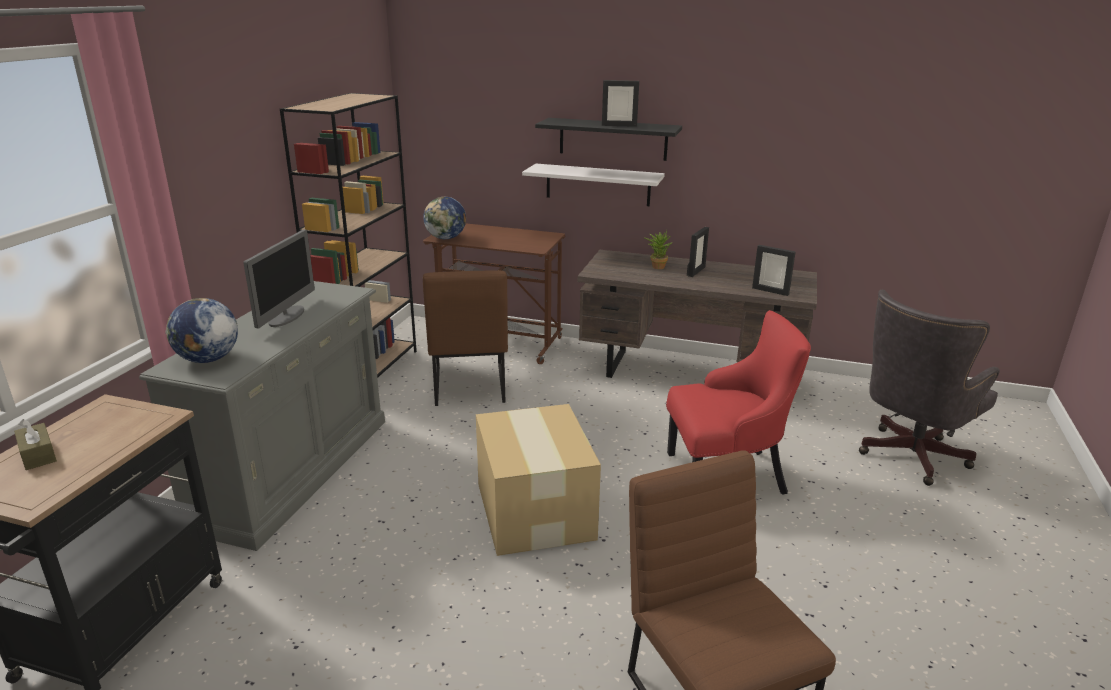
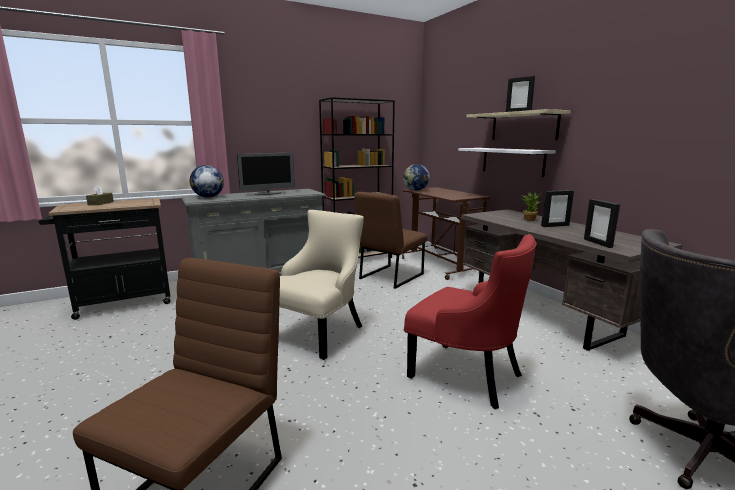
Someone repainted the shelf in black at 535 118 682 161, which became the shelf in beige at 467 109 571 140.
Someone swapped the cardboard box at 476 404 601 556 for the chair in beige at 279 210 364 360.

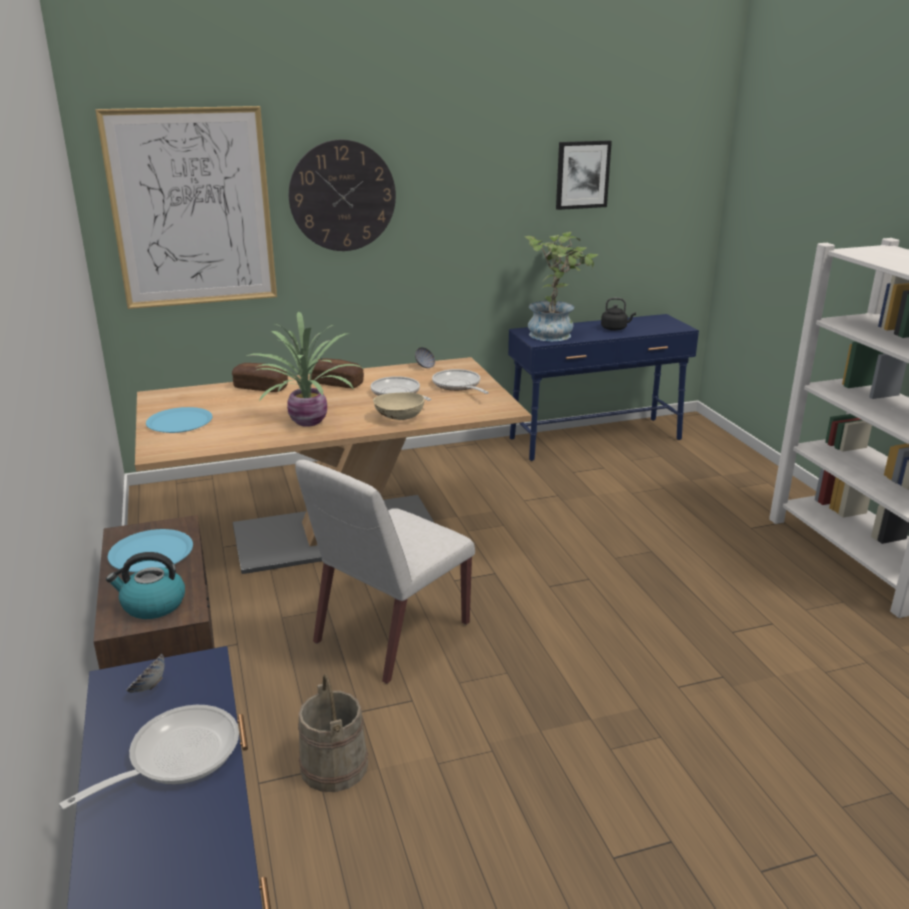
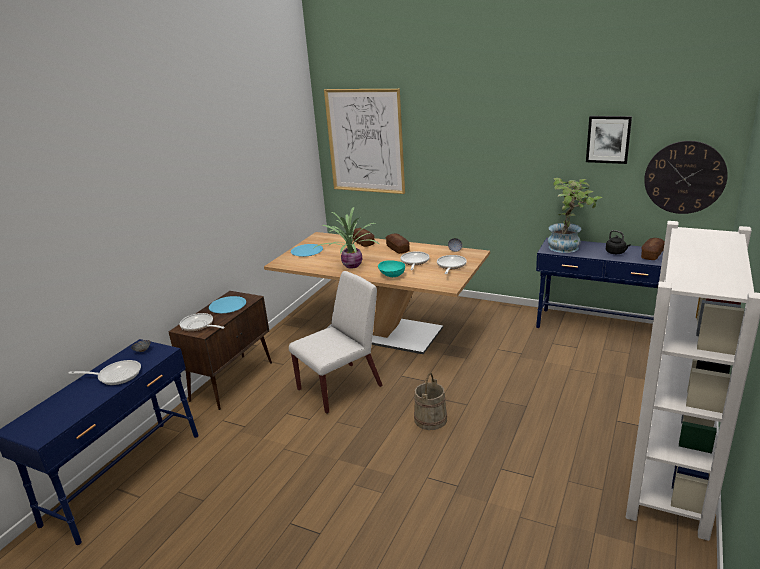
Someone carried the wall clock from 289 140 396 251 to 644 141 728 214.
Someone repainted the bowl in beige at 373 392 425 420, which became the bowl in turquoise at 378 261 405 277.
Someone rotated the chair in white at 295 460 475 684 by 150 degrees clockwise.
Someone swapped the kettle at 106 552 185 619 for the frying pan at 179 313 225 331.
Someone carried the bucket in beige from 298 674 368 792 to 414 373 447 430.
Someone put down the bread at 641 238 665 260.

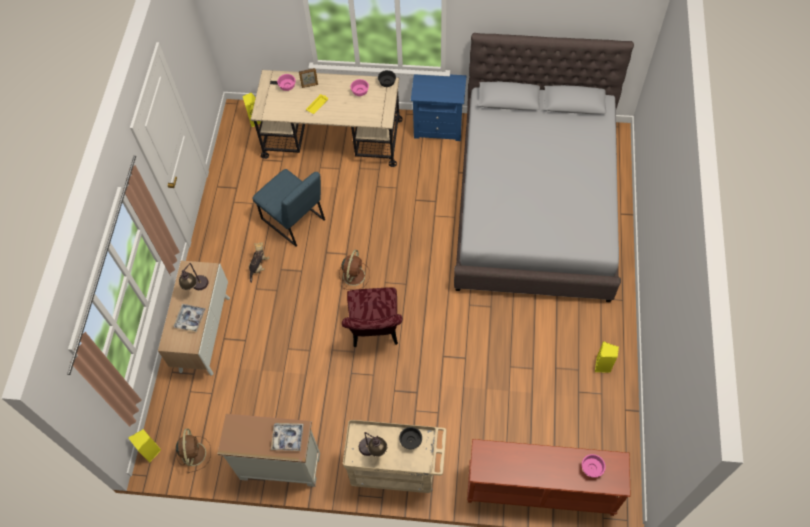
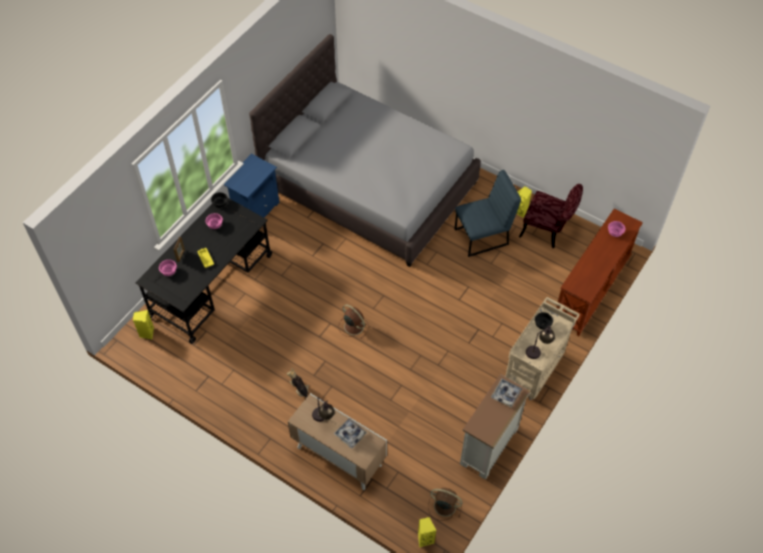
Someone repainted the desk in beige at 251 70 402 167, which became the desk in black at 135 198 272 344.
Someone carried the chair in blue from 253 169 325 246 to 454 170 521 257.
Someone carried the chair in red from 342 287 402 347 to 519 184 583 248.

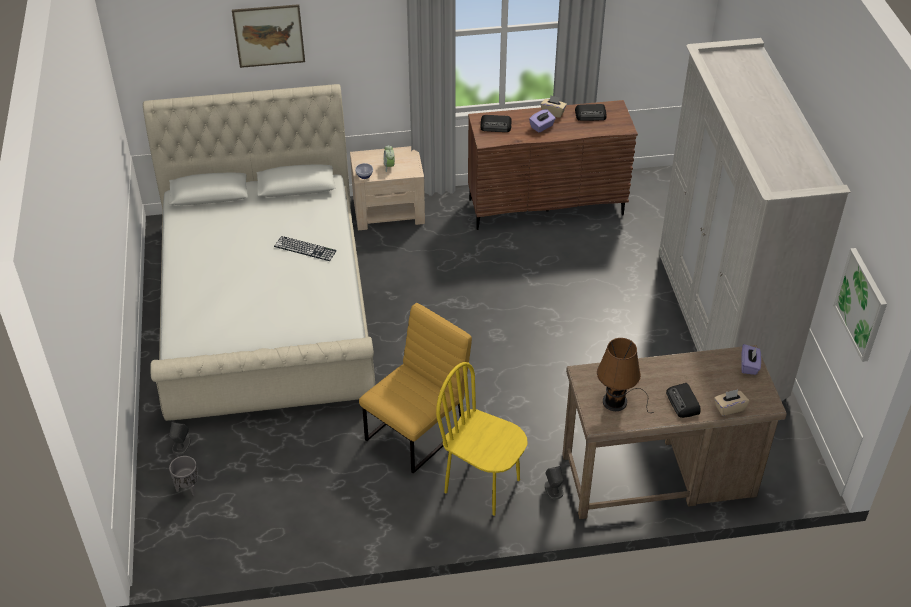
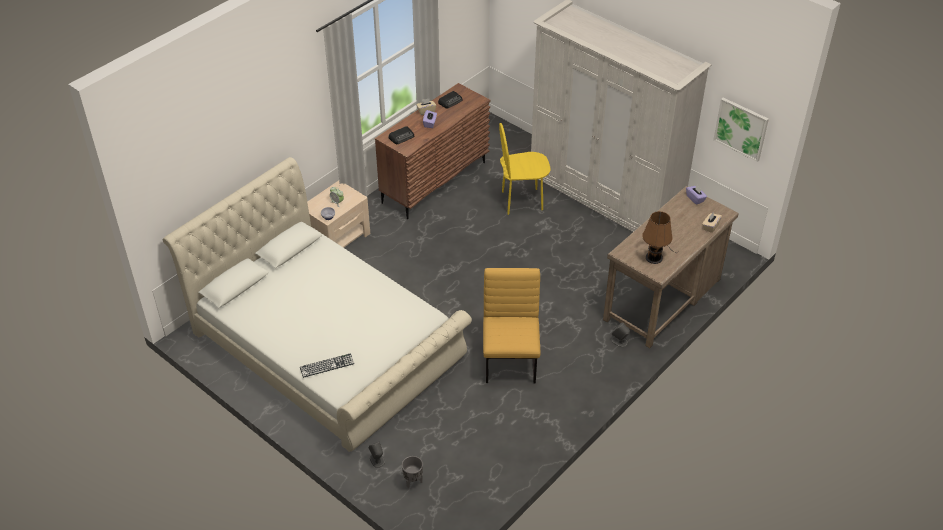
Someone took away the picture at 232 4 305 68.
Someone carried the keyboard from 274 236 337 261 to 300 353 355 378.
Someone carried the chair in yellow from 436 362 527 516 to 499 123 551 215.
Someone took away the radio at 666 383 701 418.

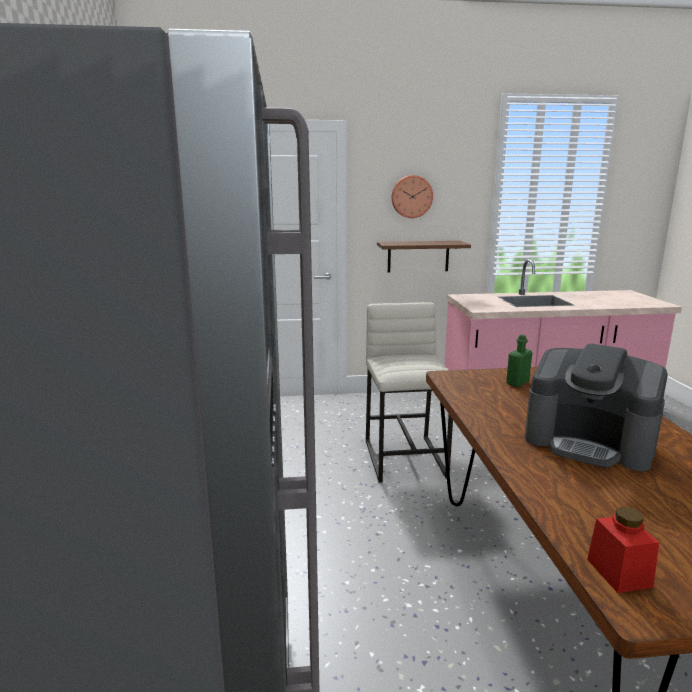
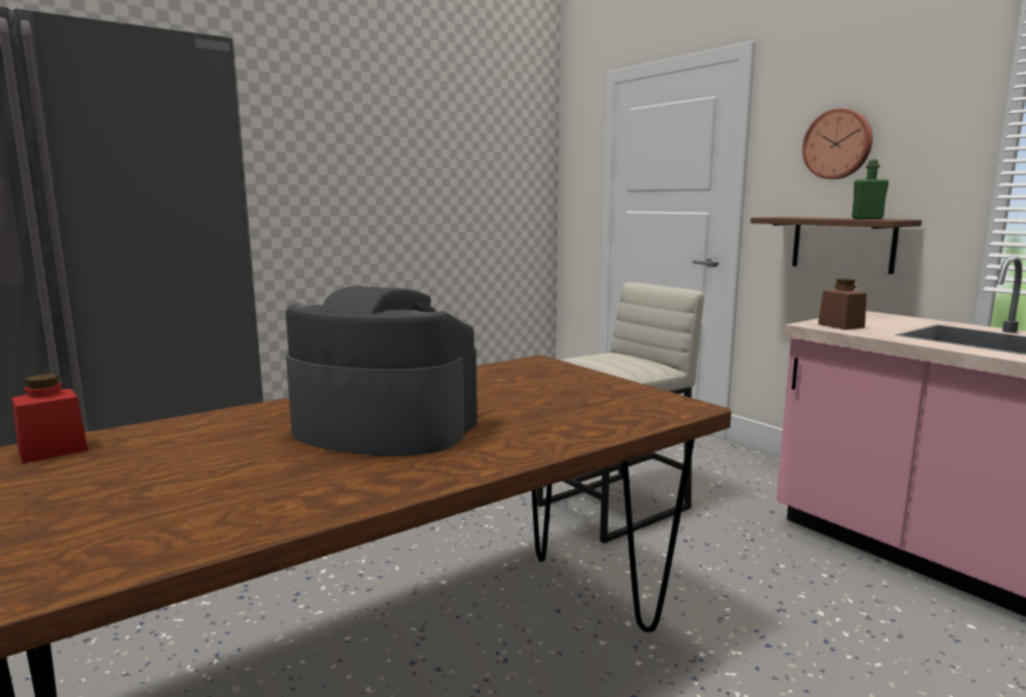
Someone carried the bottle in green from 506 335 533 387 to 852 159 889 219.
Someone rotated the coffee machine at 524 343 668 471 by 105 degrees clockwise.
Someone put down the jar in brown at 818 279 867 330.

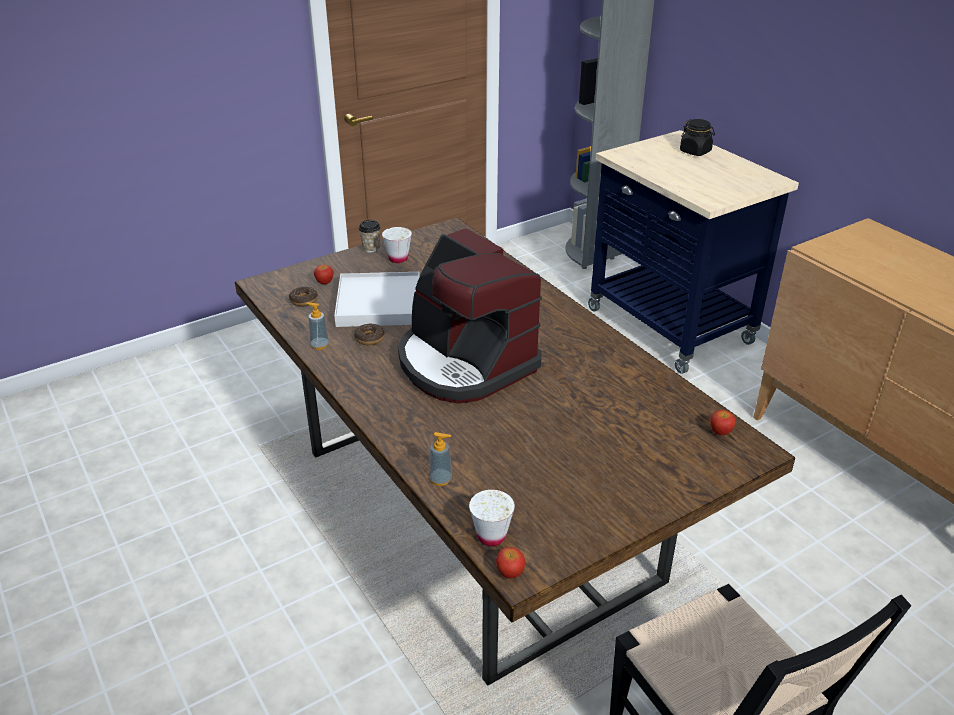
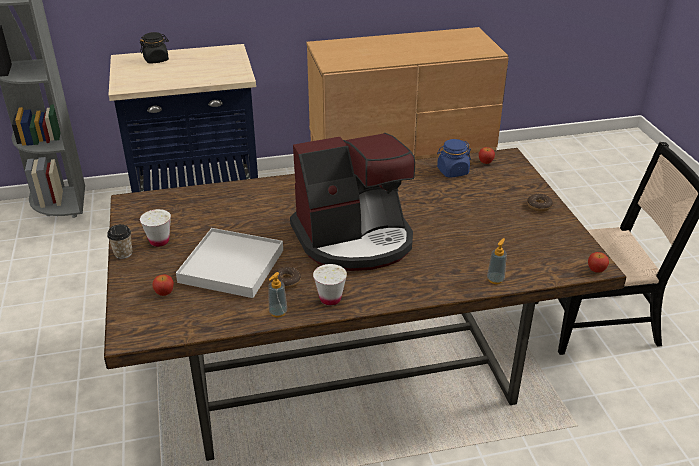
Someone carried the donut from 289 287 318 306 to 527 194 553 211.
Someone carried the cup in white from 469 490 515 546 to 313 264 347 306.
Someone put down the jar in blue at 437 139 471 178.

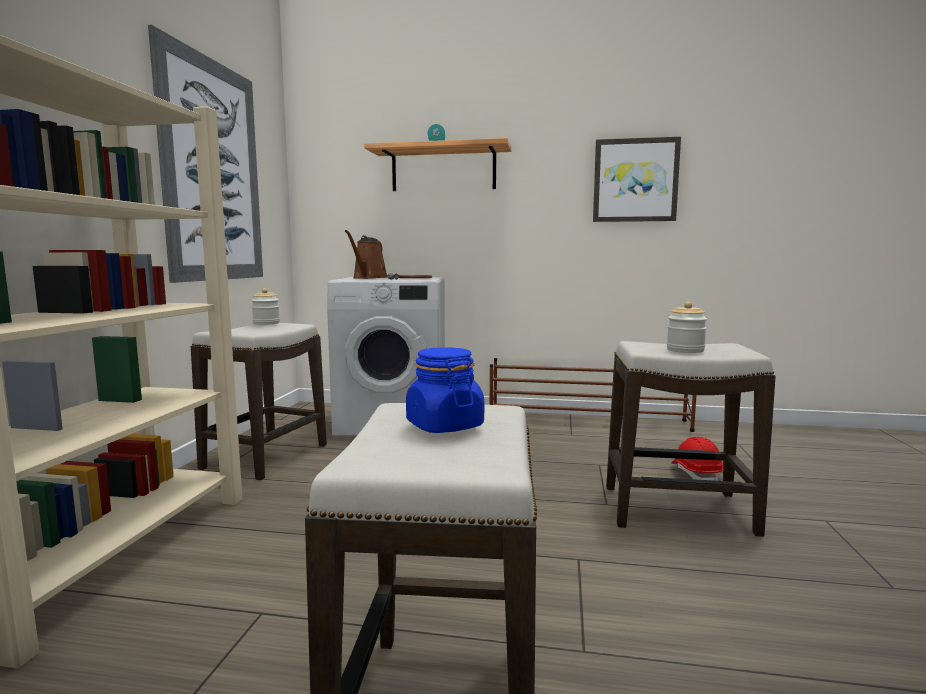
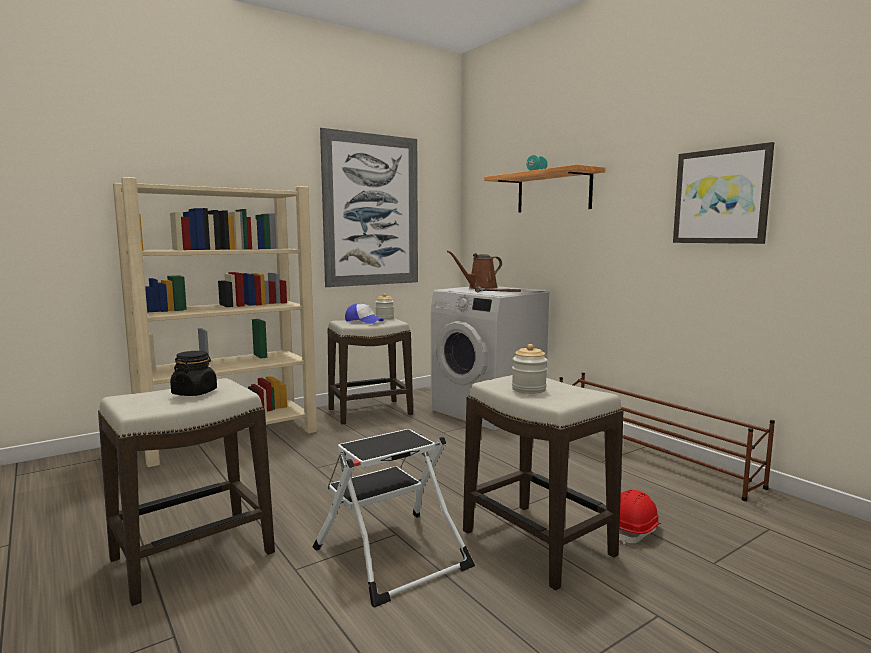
Someone repainted the jar in blue at 406 347 484 433, which became the jar in black at 170 351 217 396.
Someone put down the cap at 345 304 384 324.
Someone put down the step ladder at 312 429 475 607.

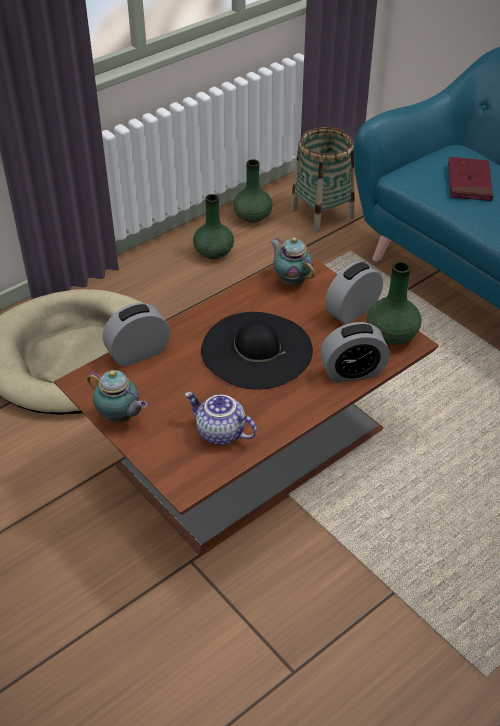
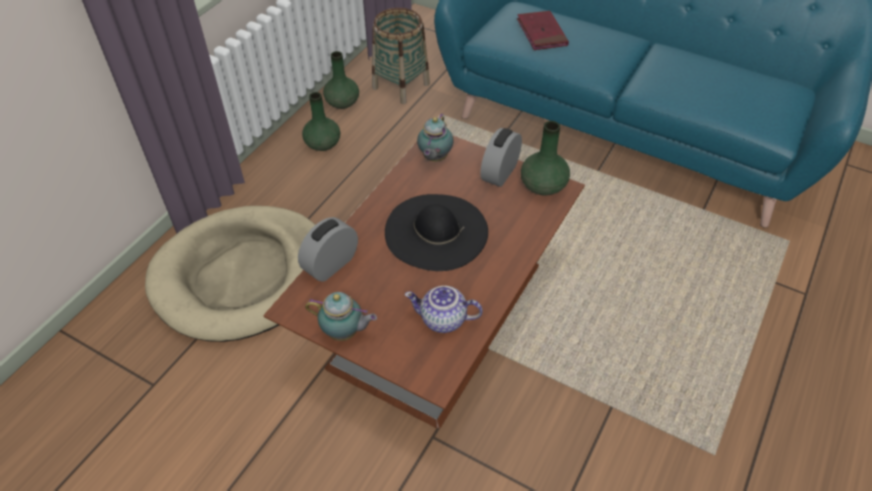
Someone rotated the teapot at 270 237 315 286 by 105 degrees counterclockwise.
Someone took away the alarm clock at 320 322 390 383.

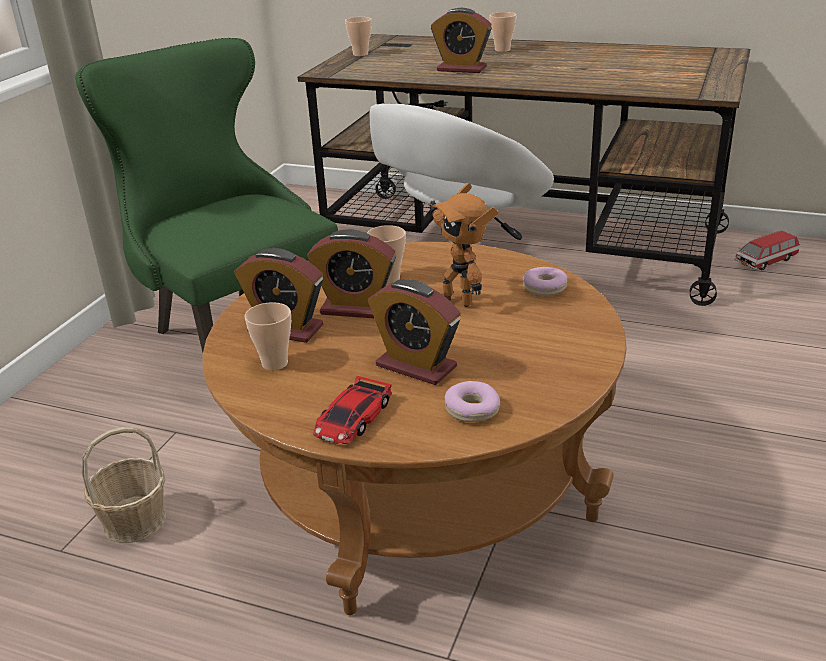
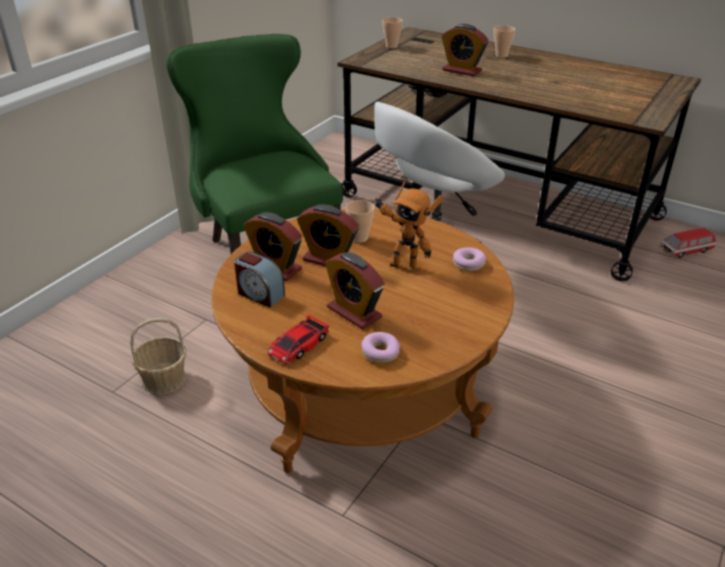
Someone rotated the toy robot at 428 183 498 307 by 45 degrees counterclockwise.
Someone swapped the cup at 244 302 291 370 for the alarm clock at 234 251 285 307.

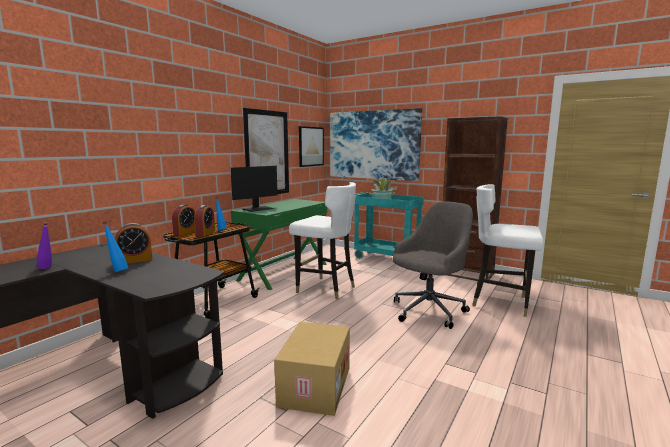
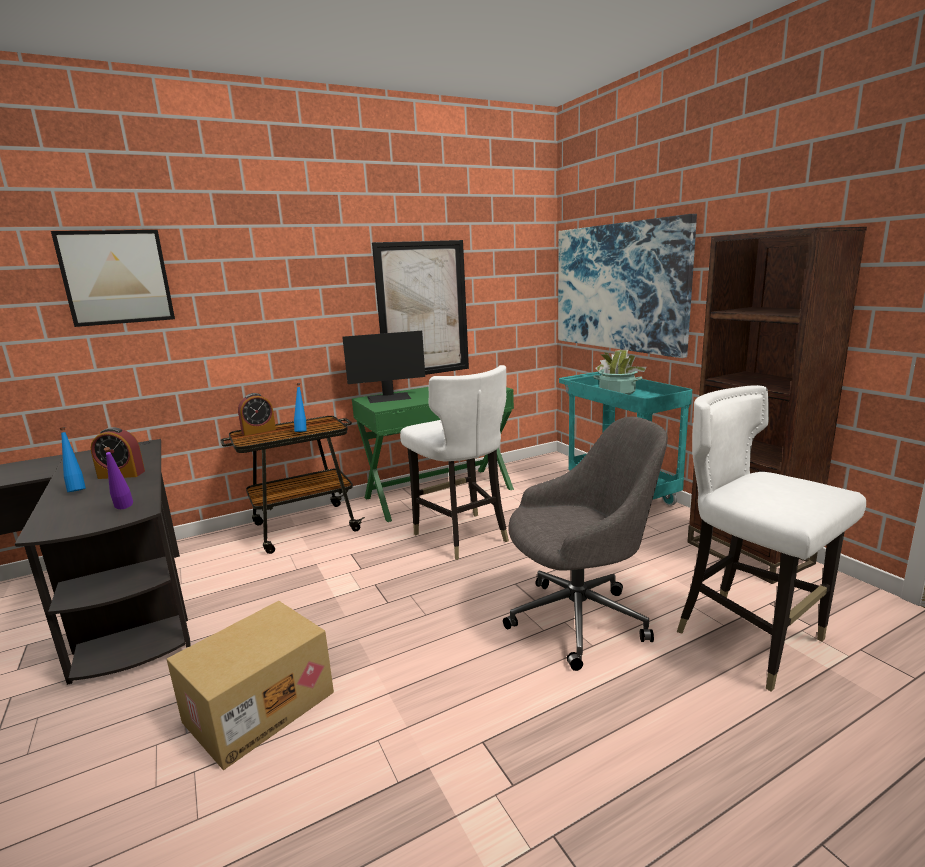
Someone carried the picture from 299 126 324 167 to 51 230 175 327.
Someone took away the alarm clock at 194 205 215 236.
Someone carried the bottle in purple from 37 222 52 269 to 104 447 133 509.

